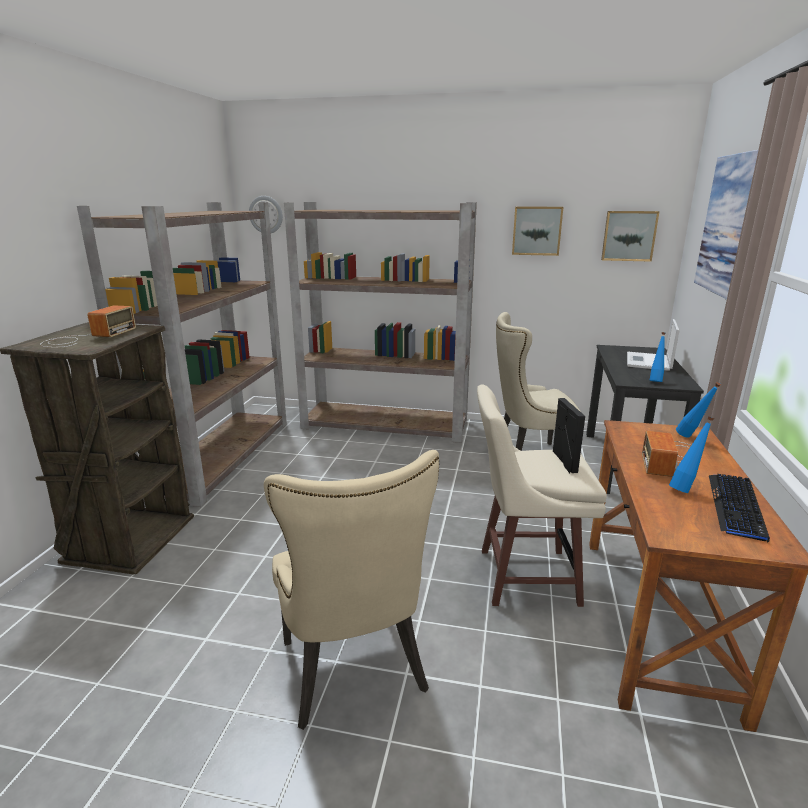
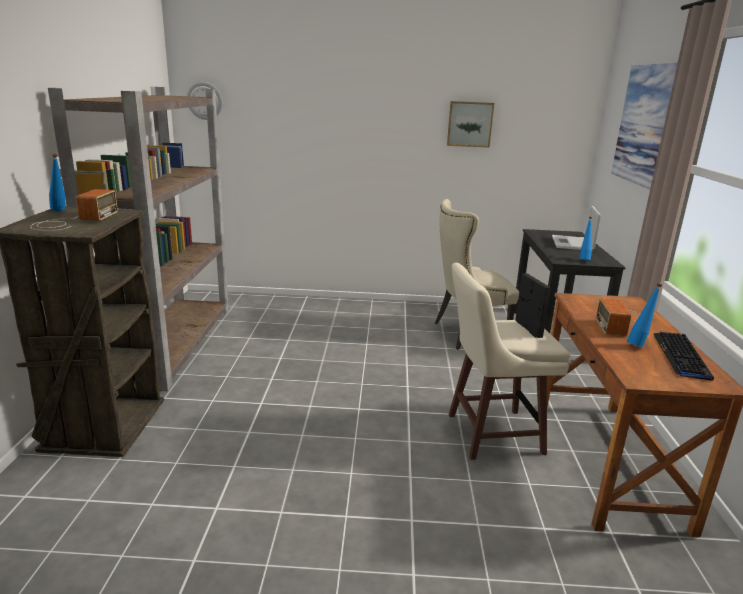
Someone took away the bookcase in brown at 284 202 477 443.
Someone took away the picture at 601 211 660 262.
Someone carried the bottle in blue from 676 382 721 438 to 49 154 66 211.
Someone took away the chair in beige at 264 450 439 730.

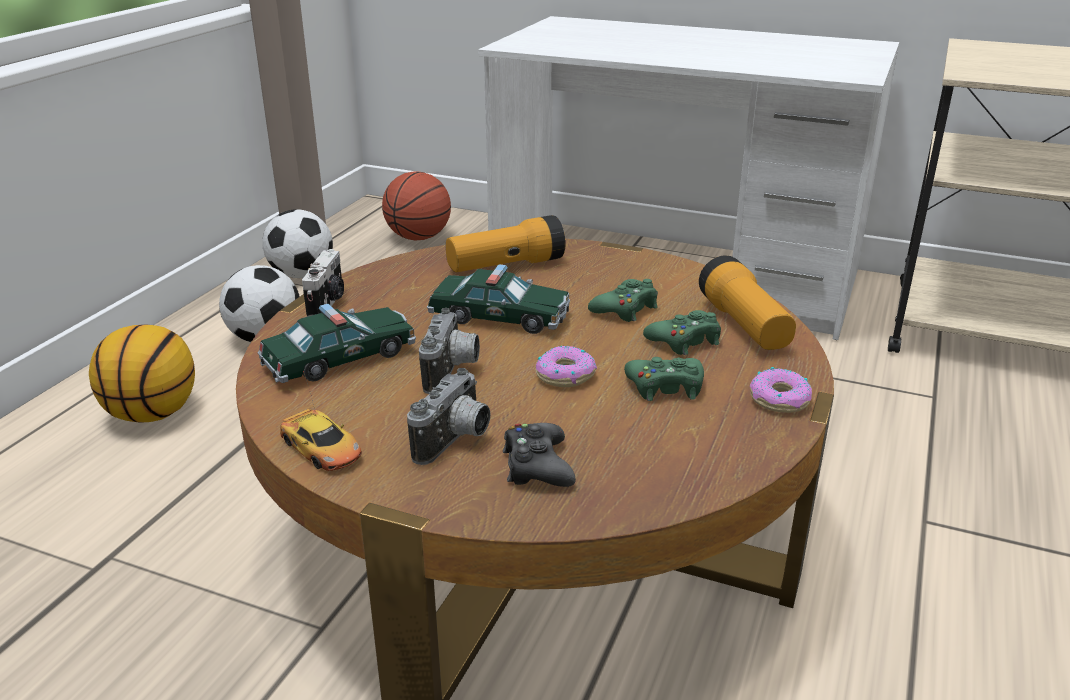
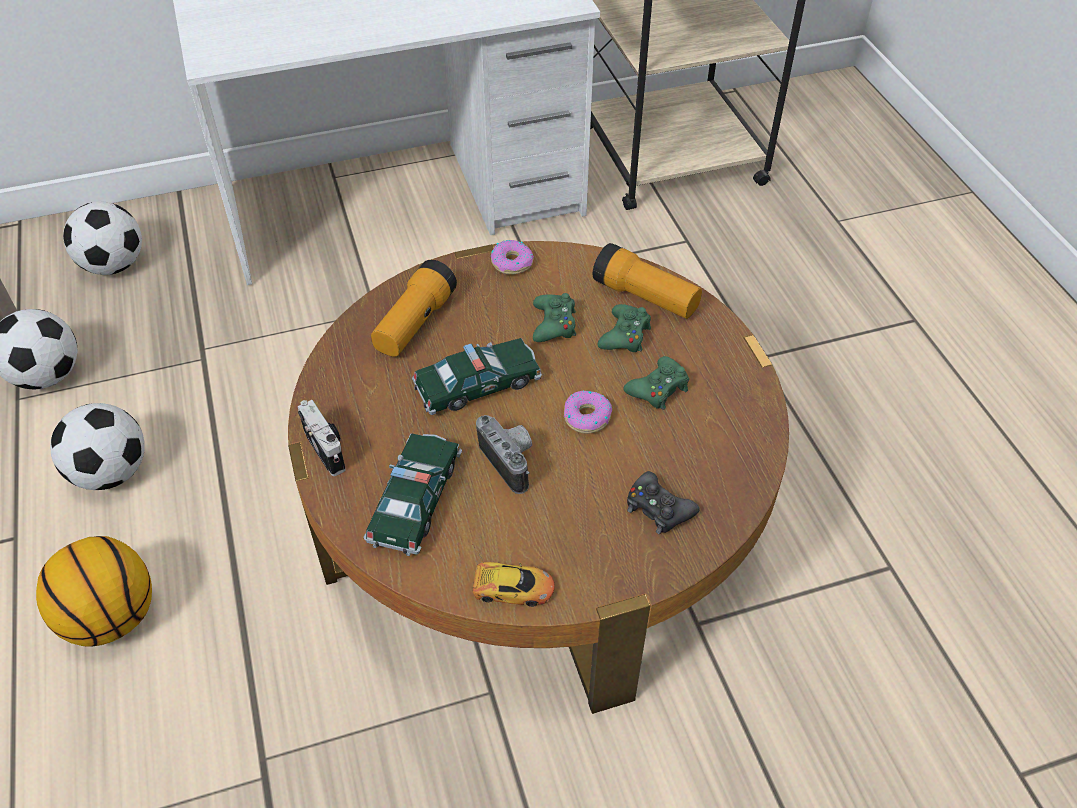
Someone swapped the basketball at 382 172 451 241 for the football at 63 202 142 275.
Someone carried the donut from 750 367 812 413 to 491 240 534 275.
Someone took away the photo camera at 407 368 491 465.

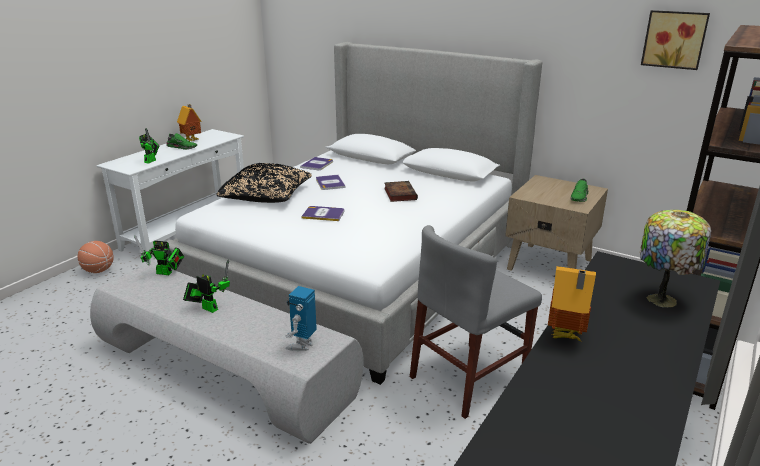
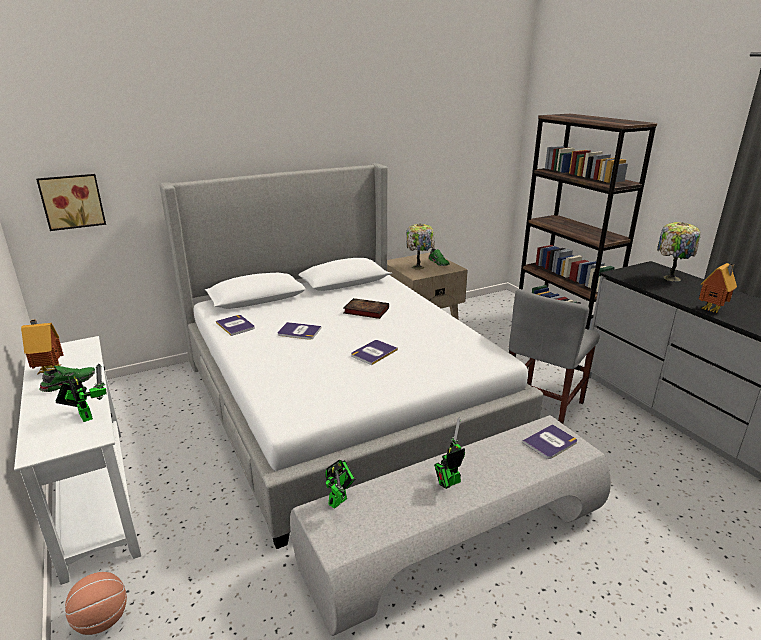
Someone carried the picture from 641 10 710 70 to 36 174 106 231.
Someone took away the pillow in black at 217 163 312 203.
Someone rotated the chair in grey at 410 225 542 419 by 45 degrees clockwise.
Someone swapped the toy robot at 285 286 317 351 for the book at 522 424 577 459.
Someone put down the table lamp at 406 224 435 270.

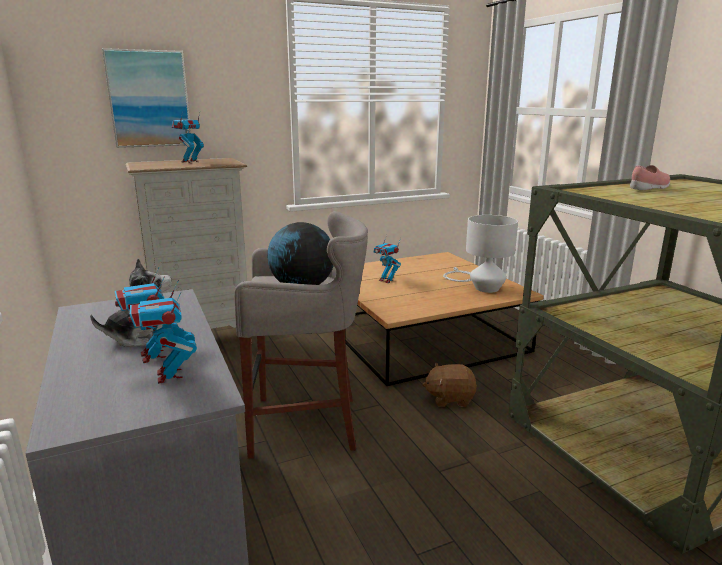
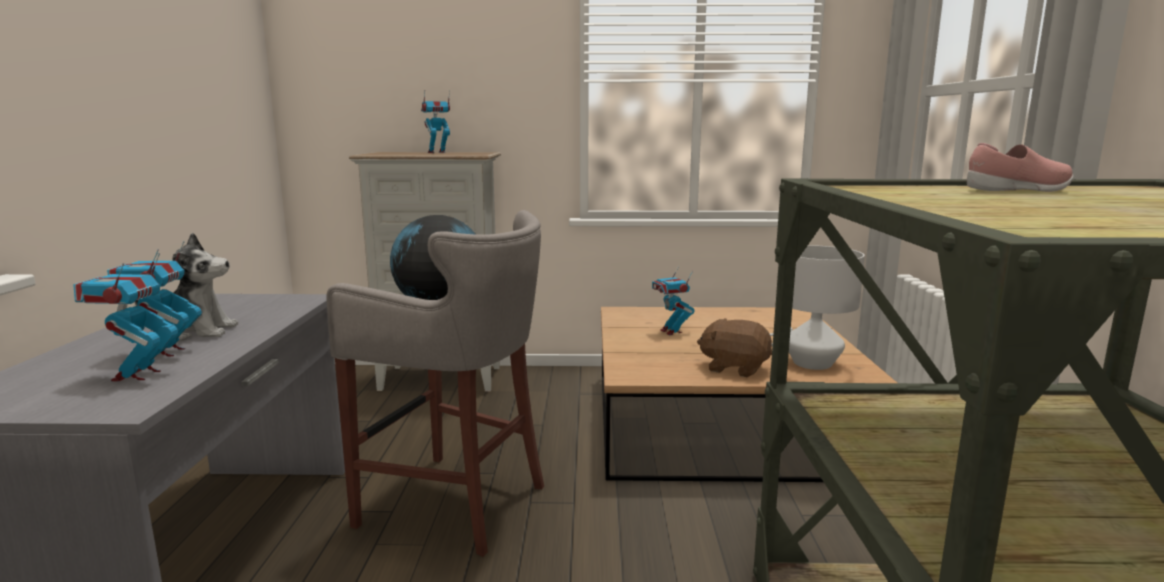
Someone took away the picture at 102 48 191 148.
Someone carried the plush toy in brown from 422 362 477 407 to 697 318 772 377.

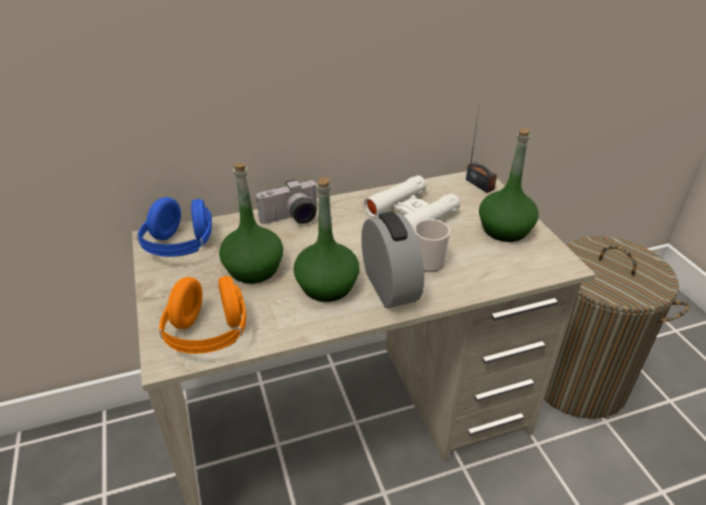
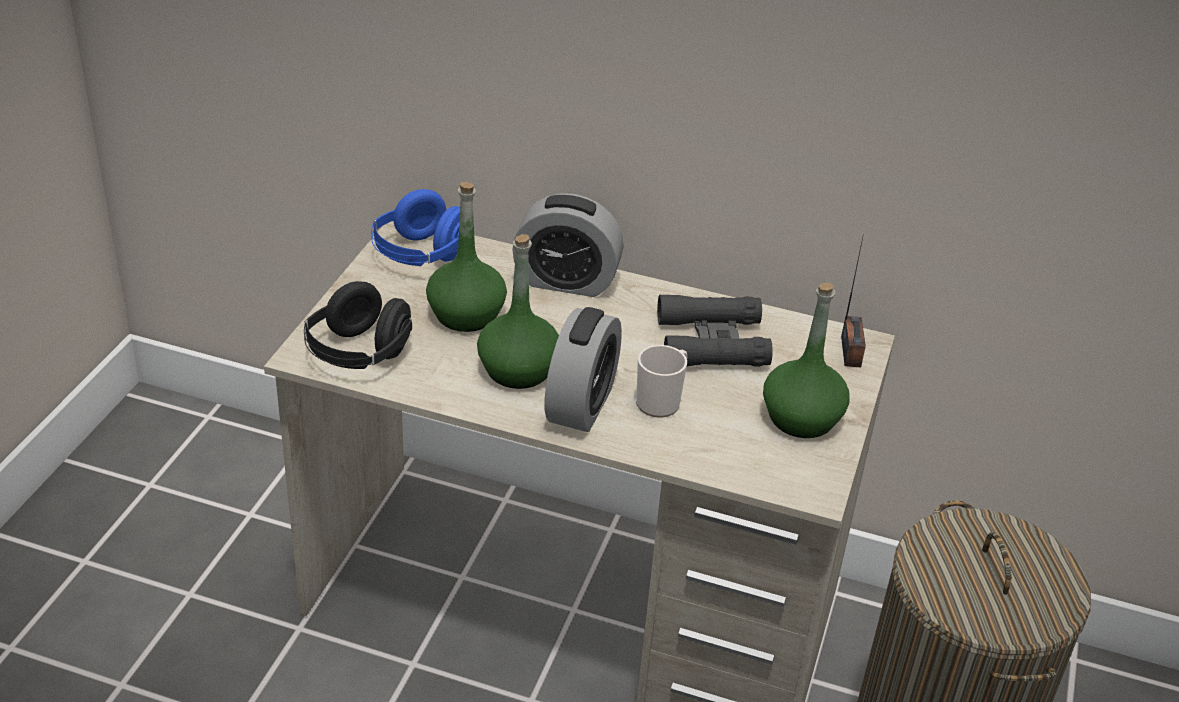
Someone repainted the binoculars in white at 364 175 460 230, which became the binoculars in black at 657 295 773 367.
Someone swapped the photo camera at 256 179 317 224 for the alarm clock at 512 193 624 297.
Someone repainted the headphones in orange at 159 276 246 354, which became the headphones in black at 304 281 412 369.

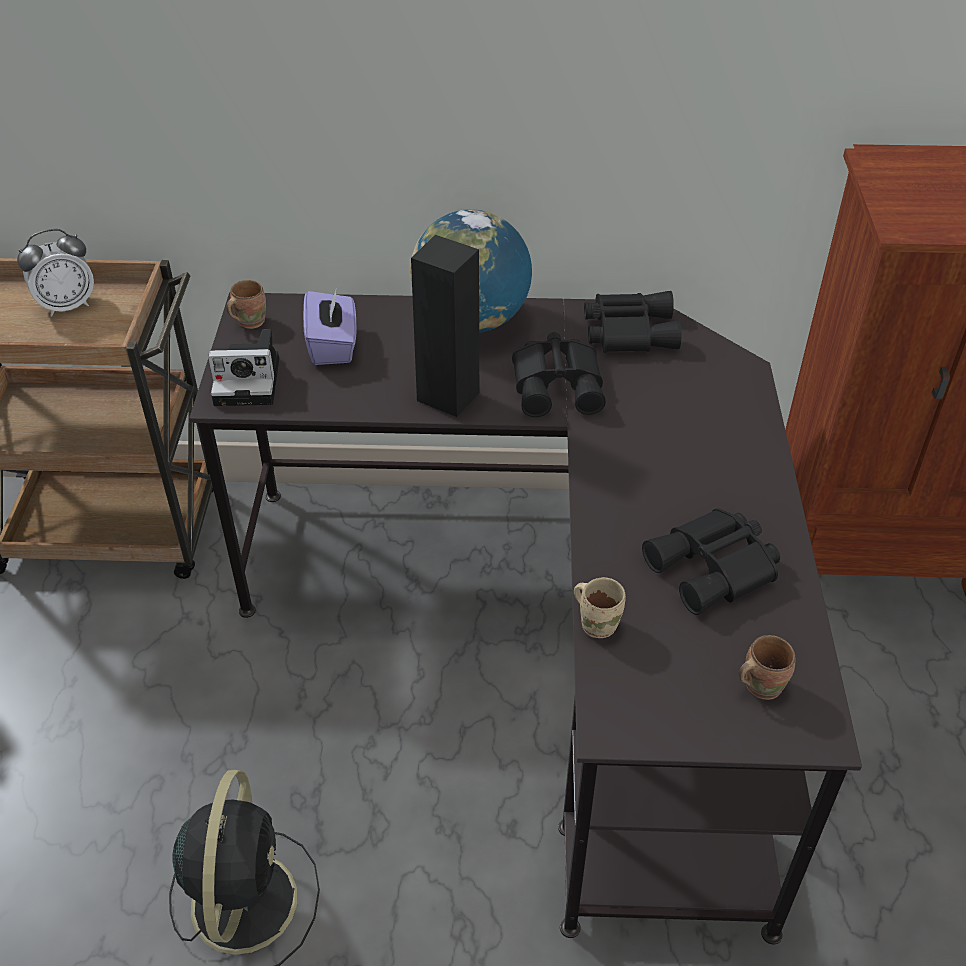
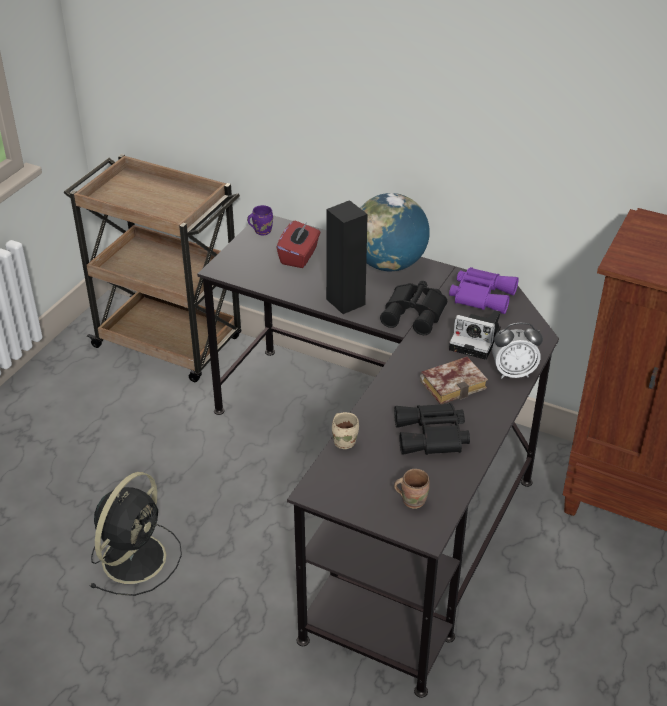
Someone carried the alarm clock from 17 229 94 317 to 492 323 543 378.
Someone repainted the mug in brown at 226 280 266 329, which became the mug in purple at 247 205 273 235.
Someone repainted the tissue box in purple at 303 287 356 365, which became the tissue box in red at 277 220 321 268.
Someone repainted the binoculars in black at 584 291 681 353, which became the binoculars in purple at 449 267 519 314.
Someone carried the photo camera from 208 329 279 406 to 449 310 501 360.
Someone put down the book at 420 357 488 405.

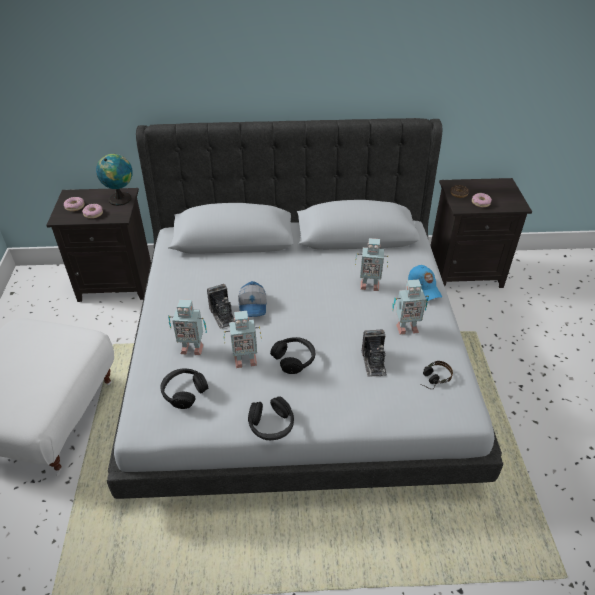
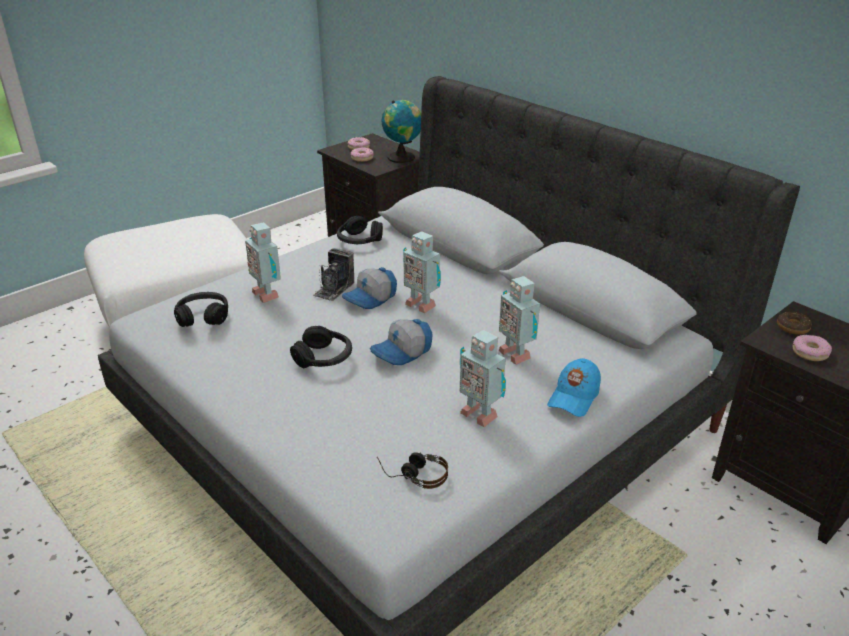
Someone carried the toy robot from 223 311 262 368 to 403 231 441 313.
Someone took away the photo camera at 362 330 387 377.
Someone carried the headphones in black from 248 396 294 440 to 337 216 383 244.
Someone put down the cap at 370 319 433 365.

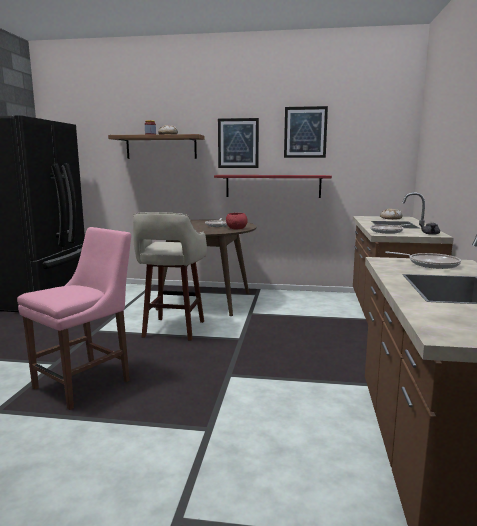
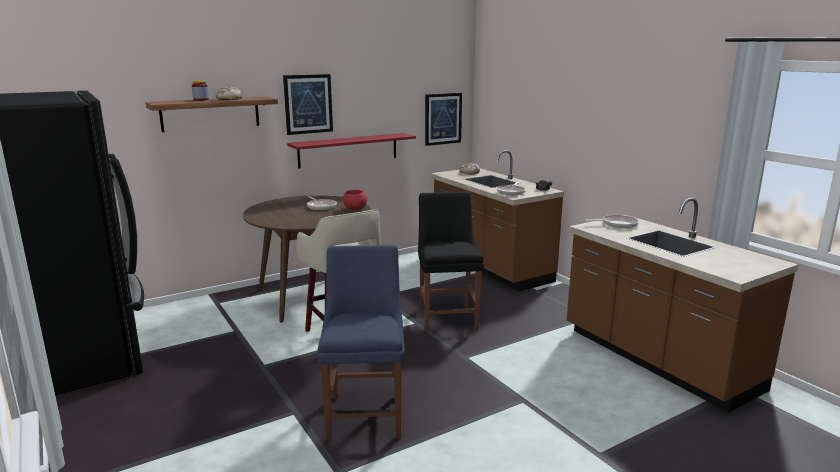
Someone carried the picture from 284 106 328 158 to 425 93 462 146.
Someone repainted the chair in pink at 17 227 131 410, which became the chair in blue at 317 245 405 441.
Someone put down the chair in black at 418 192 484 332.

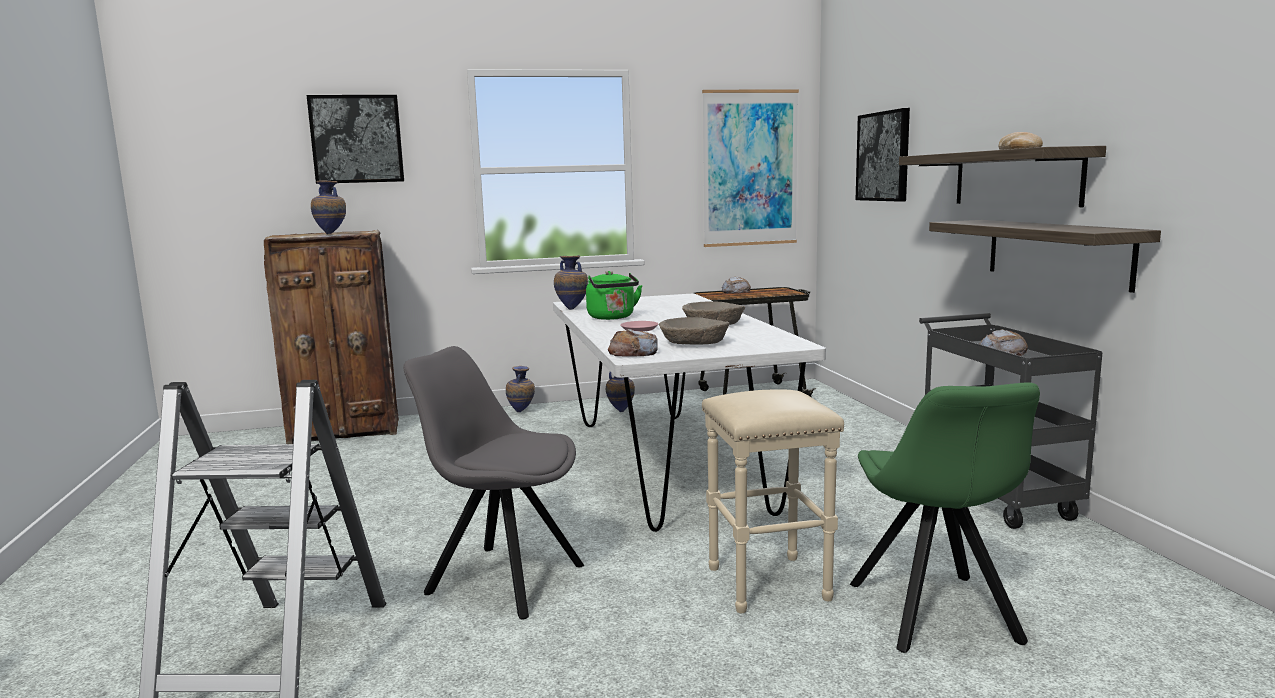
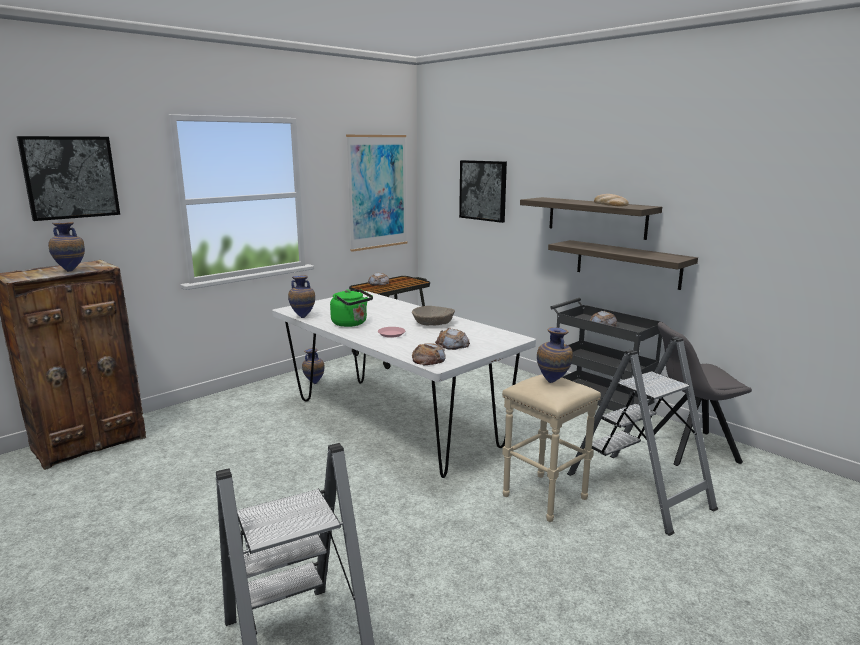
Someone swapped the bowl in beige at 659 317 730 345 for the bread at 435 328 470 350.
Someone carried the chair in grey from 403 346 584 619 to 653 322 752 466.
Someone carried the vase from 506 366 535 412 to 537 327 573 383.
Someone swapped the chair in green at 850 382 1040 653 for the step ladder in grey at 567 337 718 536.

